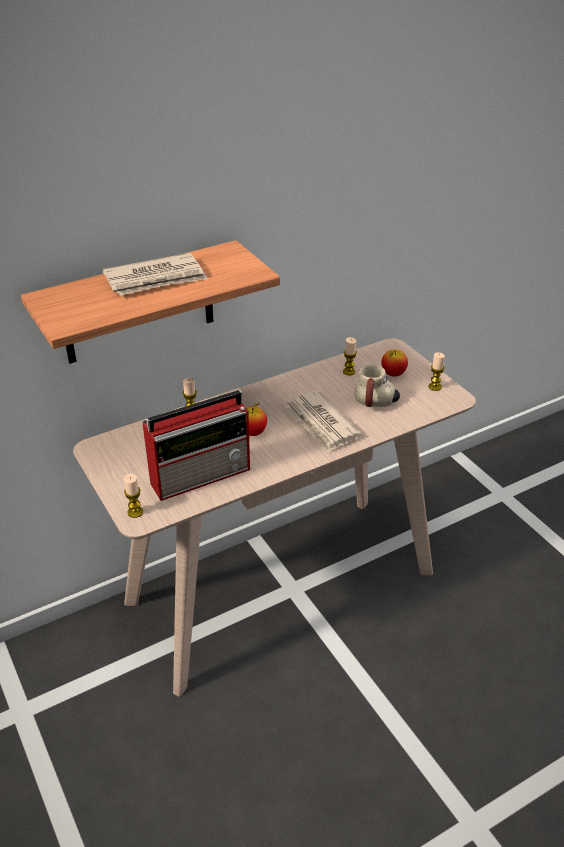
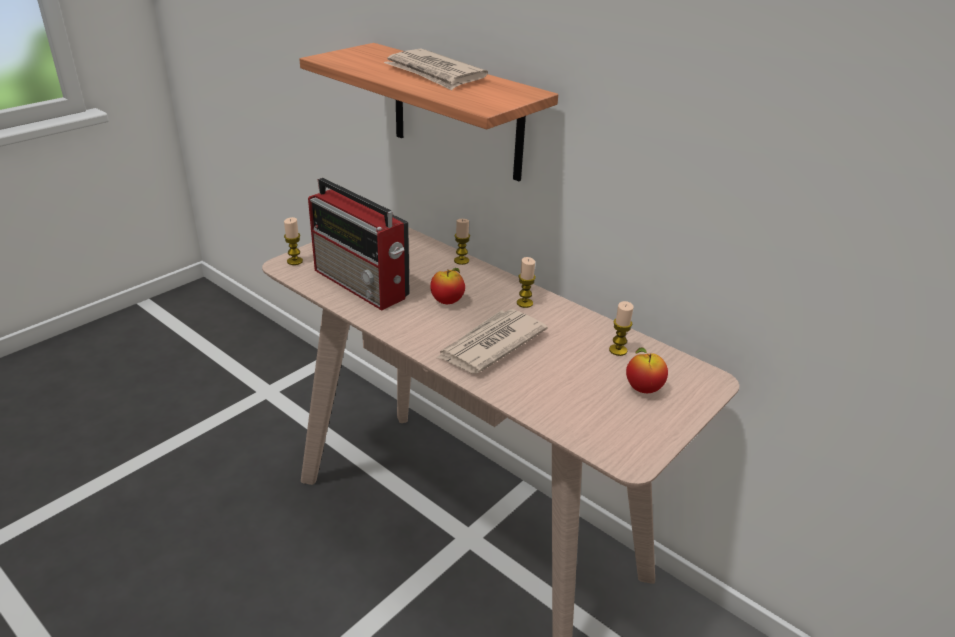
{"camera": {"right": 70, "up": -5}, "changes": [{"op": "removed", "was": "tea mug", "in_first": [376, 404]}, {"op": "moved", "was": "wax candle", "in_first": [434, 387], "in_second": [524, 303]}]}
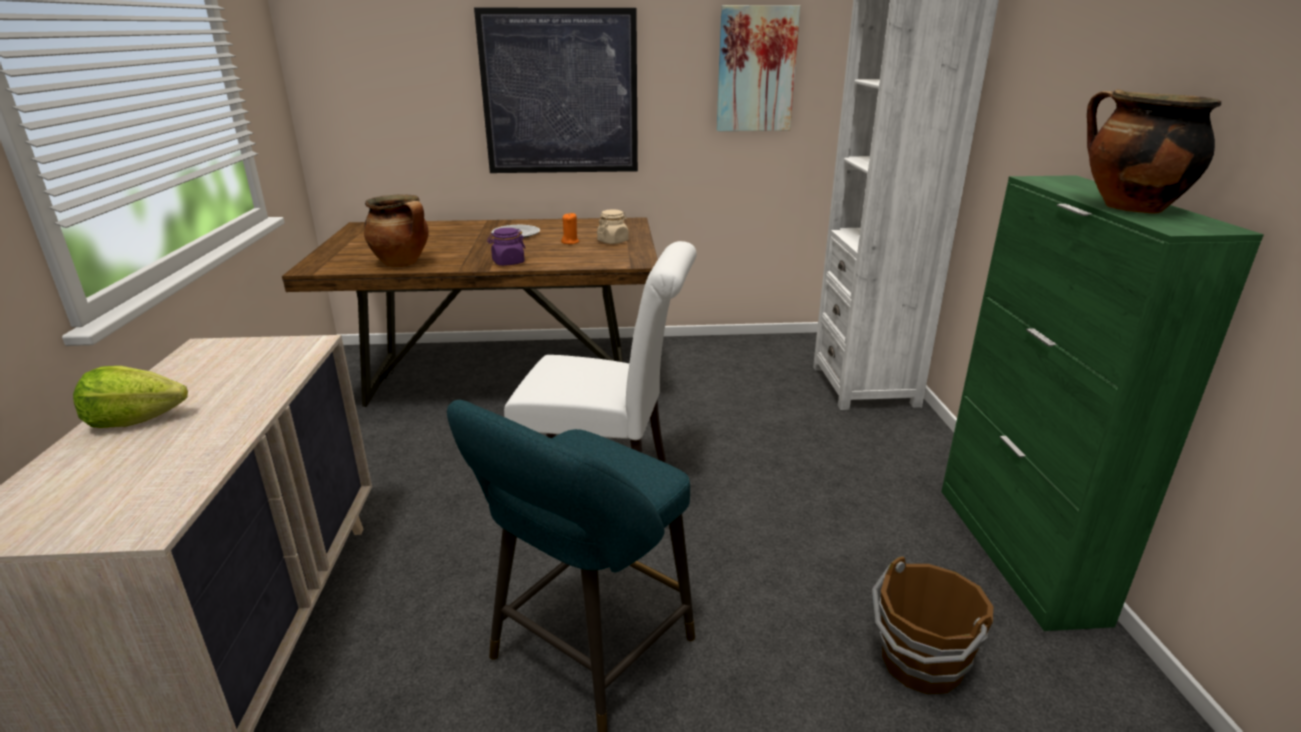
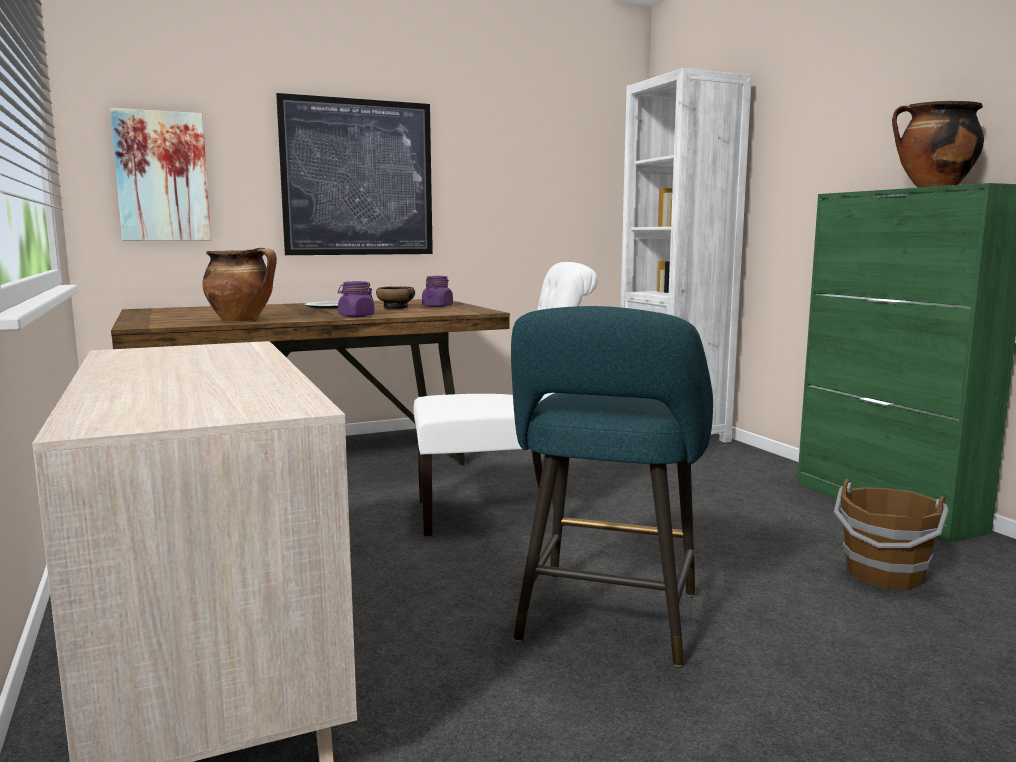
{"camera": {"right": -20, "up": -15}, "changes": [{"op": "removed", "was": "lettuce head", "in_first": [135, 420]}, {"op": "moved", "was": "wall art", "in_first": [756, 70], "in_second": [162, 176]}, {"op": "replaced", "was": "orange-coloured wax candle", "now": "deep dish", "in_first": [570, 242], "in_second": [396, 307]}, {"op": "recoloured", "was": "beige-coloured jar", "now": "purple-coloured jar", "in_first": [613, 241], "in_second": [437, 306]}]}
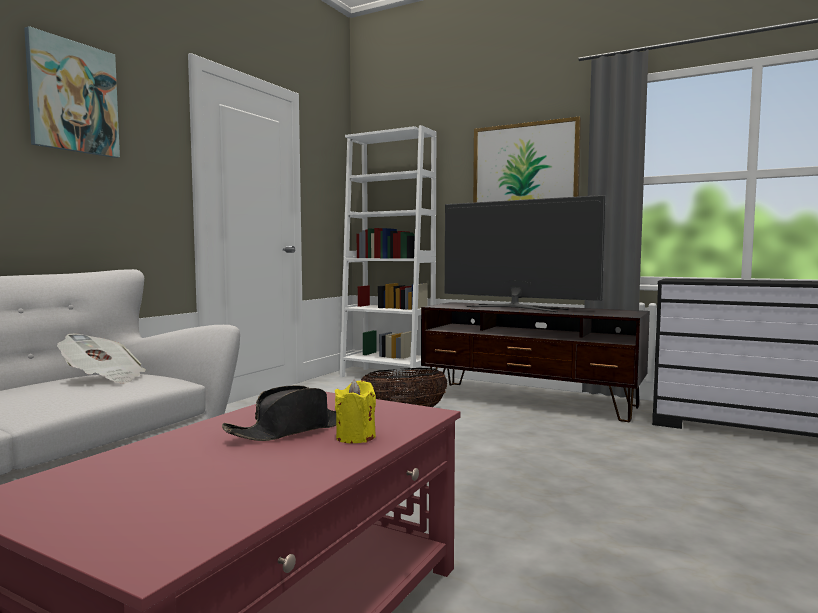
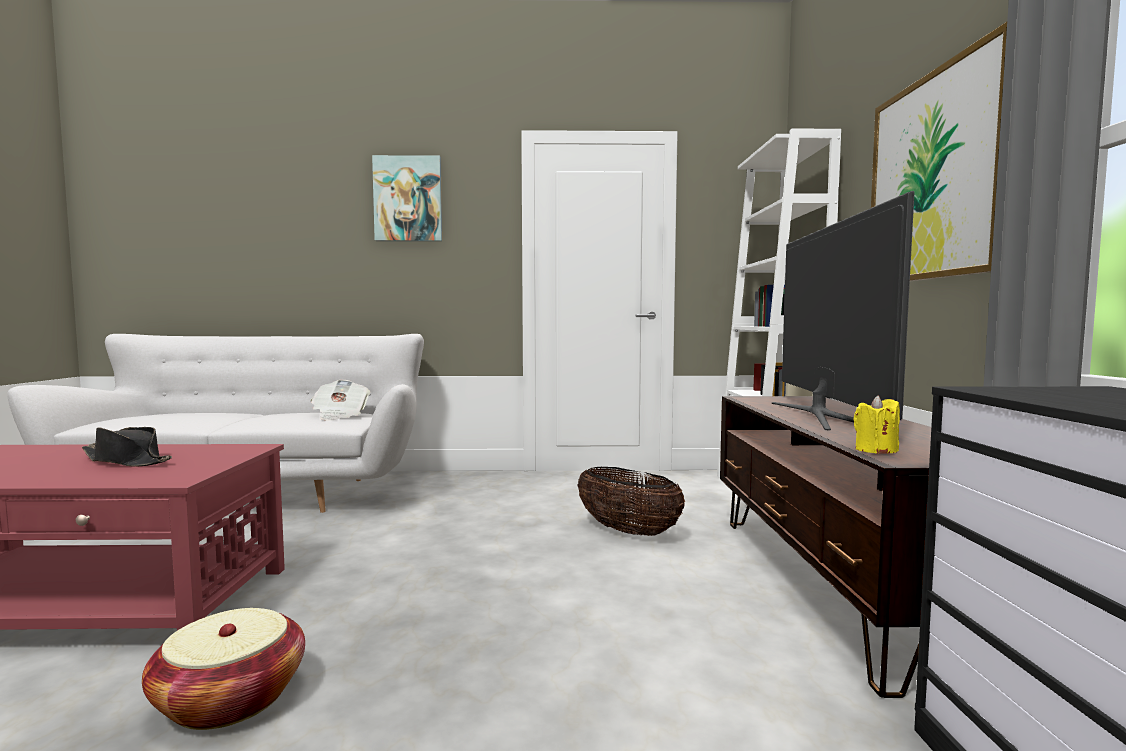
{"camera": {"right": 60, "up": 0}, "changes": [{"op": "added", "now": "household basket", "in_second": [230, 699]}, {"op": "moved", "was": "yellowish wax candle", "in_first": [355, 437], "in_second": [875, 450]}]}
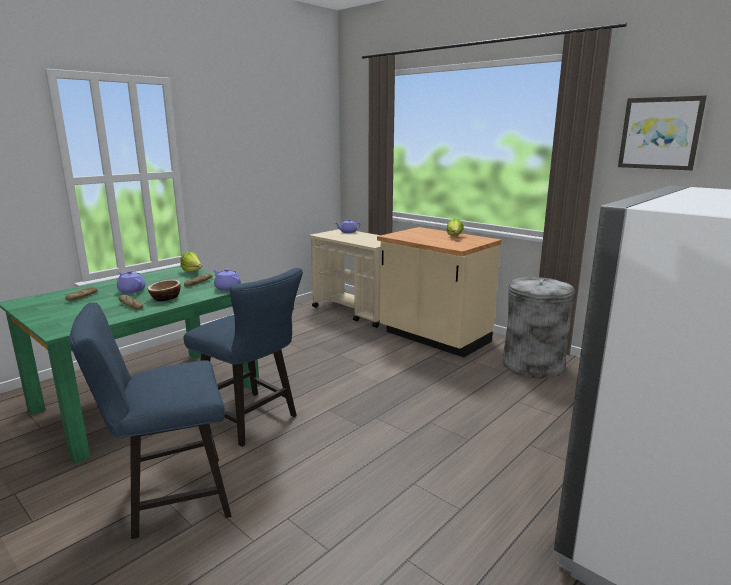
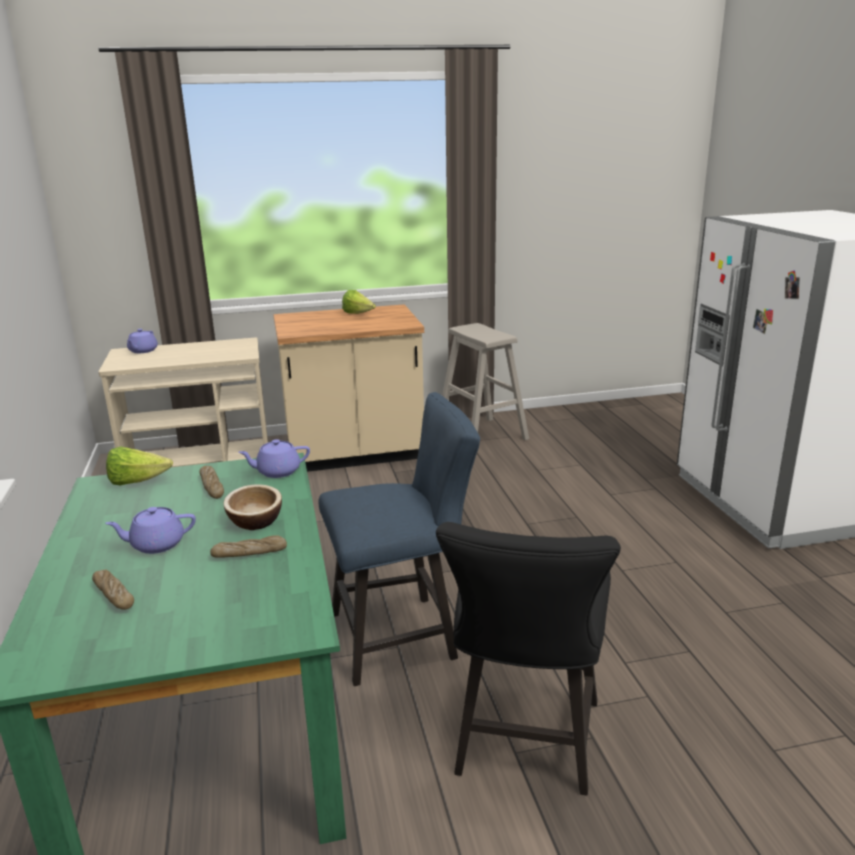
{"camera": {"right": -55, "up": 5}, "changes": [{"op": "removed", "was": "wall art", "in_first": [660, 133]}, {"op": "replaced", "was": "gray waste bin", "now": "beige-coloured sitting stool", "in_first": [532, 365], "in_second": [481, 436]}, {"op": "recoloured", "was": "blue-coloured chair", "now": "blackish chair", "in_first": [170, 499], "in_second": [524, 745]}]}
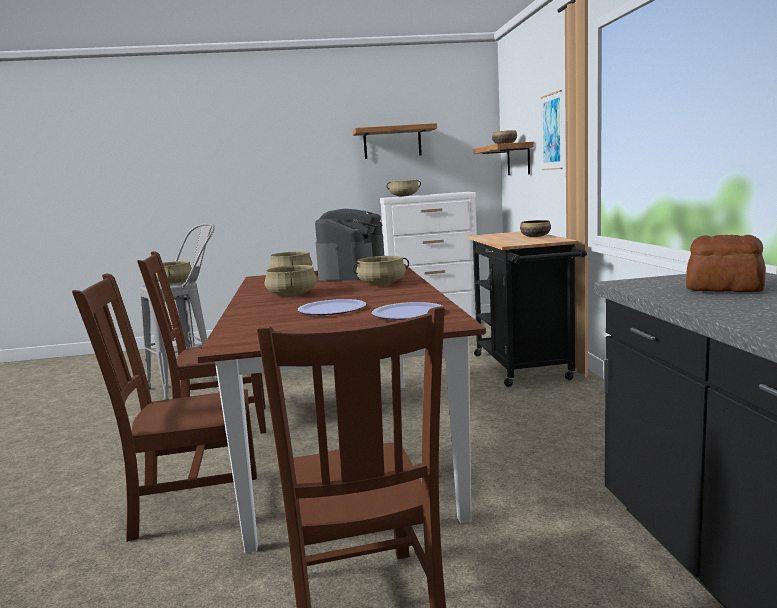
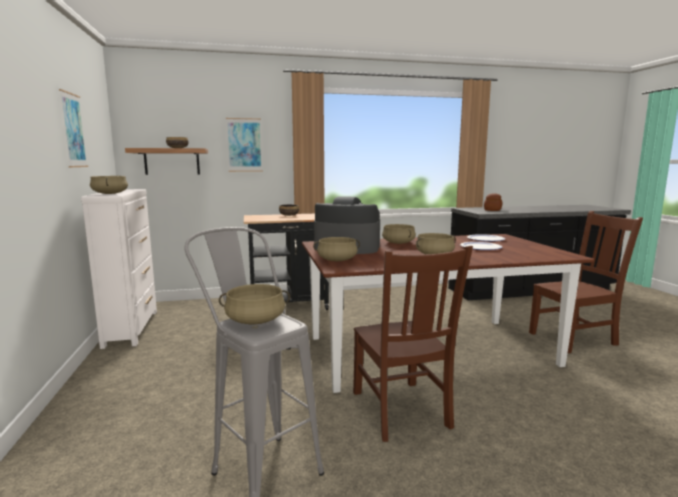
{"camera": {"right": -95, "up": 0}, "changes": [{"op": "removed", "was": "brownish chair", "in_first": [191, 506]}, {"op": "replaced", "was": "bracket shelf", "now": "wall art", "in_first": [392, 142], "in_second": [73, 130]}]}
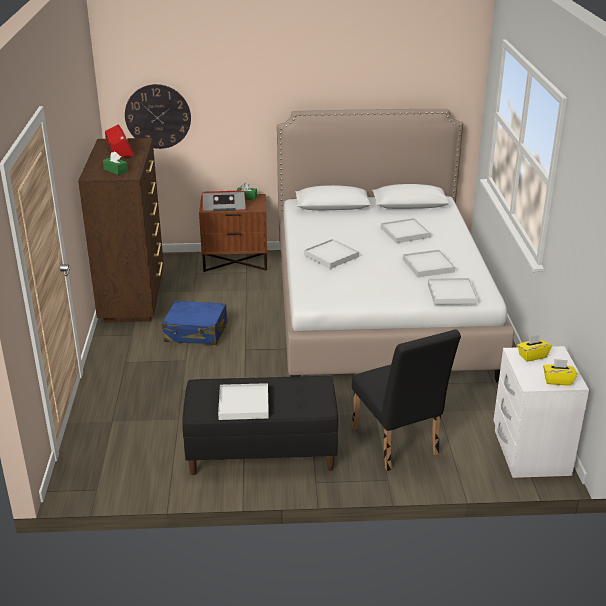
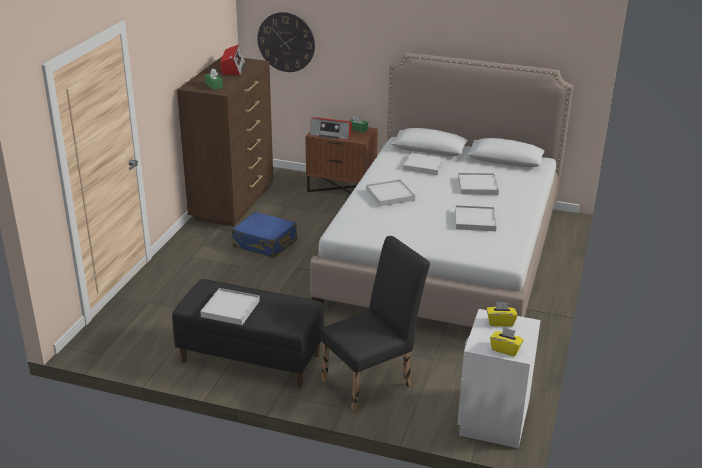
{"camera": {"right": 20, "up": 0}, "changes": [{"op": "moved", "was": "white tray", "in_first": [452, 294], "in_second": [424, 165]}, {"op": "turned", "was": "blackish chair", "in_first": [397, 445], "in_second": [372, 381], "clockwise": -120}]}
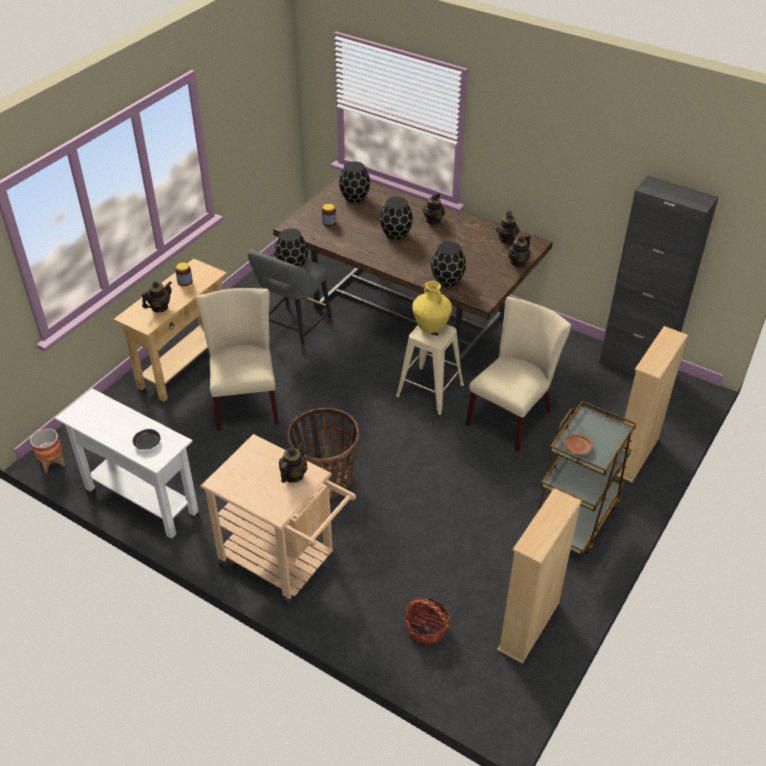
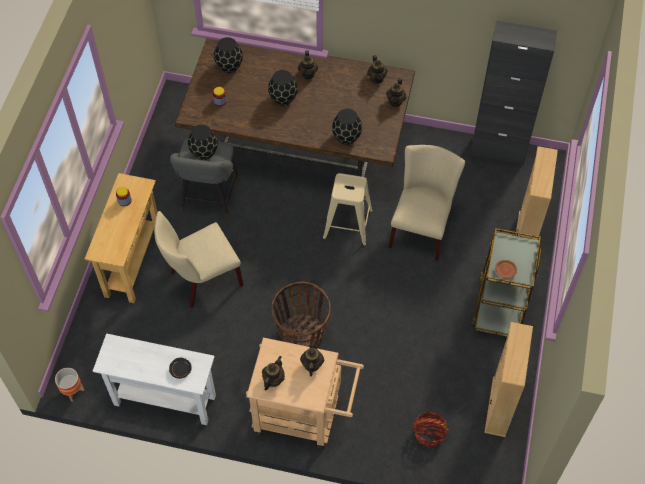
{"camera": {"right": -20, "up": 15}, "changes": [{"op": "removed", "was": "yellowish flower vase", "in_first": [431, 328]}, {"op": "moved", "was": "teapot", "in_first": [159, 307], "in_second": [273, 380]}, {"op": "turned", "was": "beige-coloured chair", "in_first": [245, 400], "in_second": [202, 280], "clockwise": -90}]}
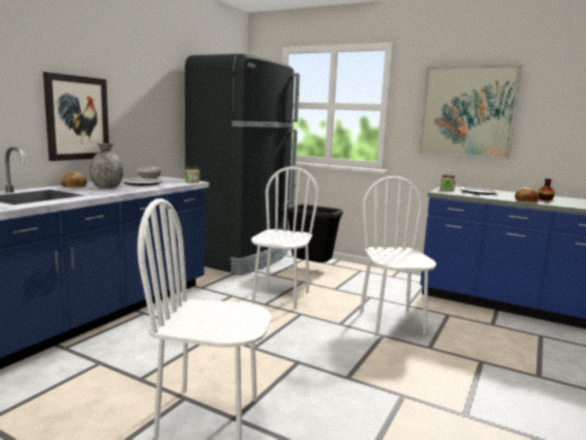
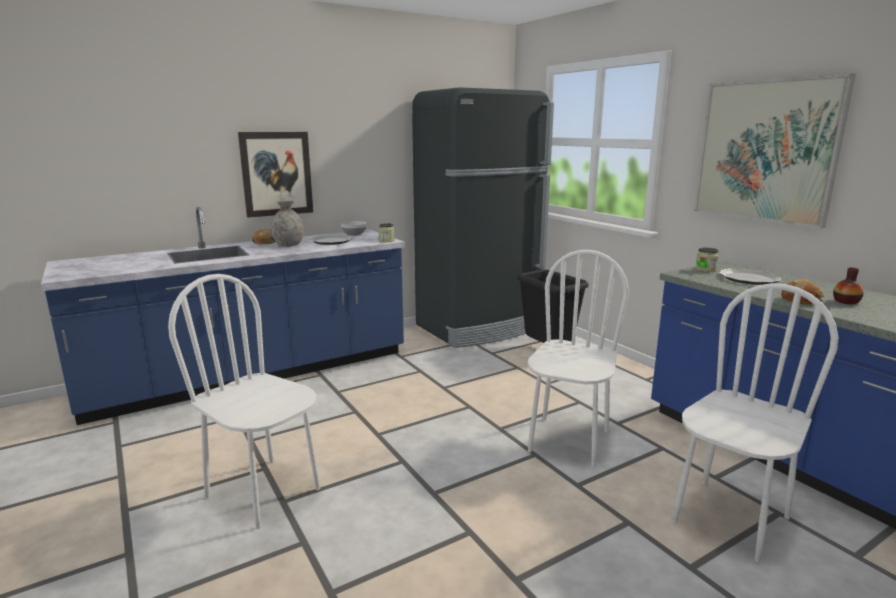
{"camera": {"right": 30, "up": 5}, "changes": [{"op": "moved", "was": "white chair", "in_first": [280, 297], "in_second": [729, 519]}]}
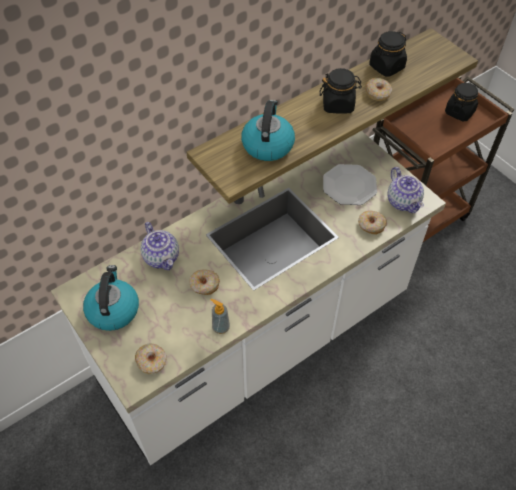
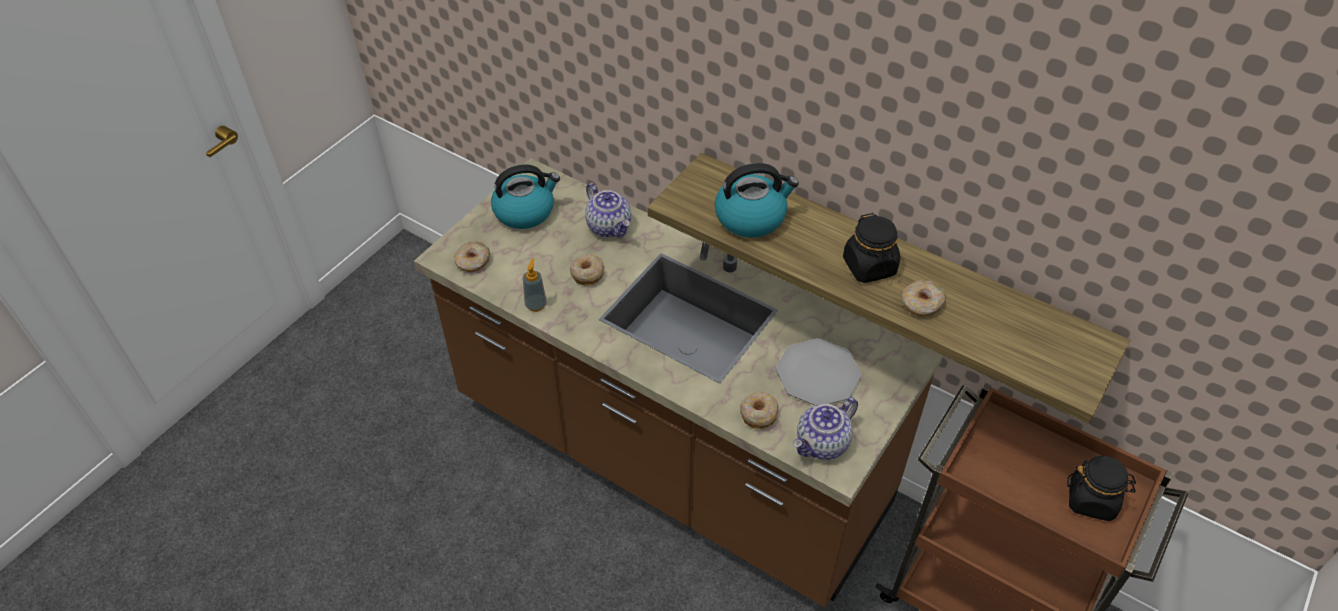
{"camera": {"right": 70, "up": -5}, "changes": [{"op": "removed", "was": "blackish jar", "in_first": [386, 67]}, {"op": "recoloured", "was": "white kitchen counter", "now": "brownish kitchen counter", "in_first": [258, 341], "in_second": [669, 456]}, {"op": "turned", "was": "teapot", "in_first": [162, 257], "in_second": [609, 226], "clockwise": -75}]}
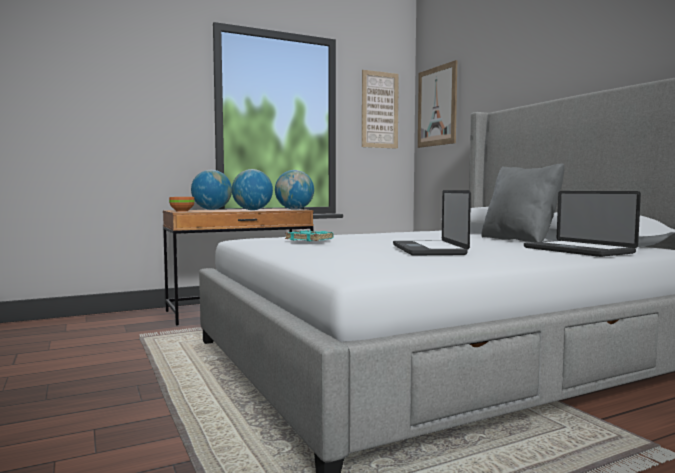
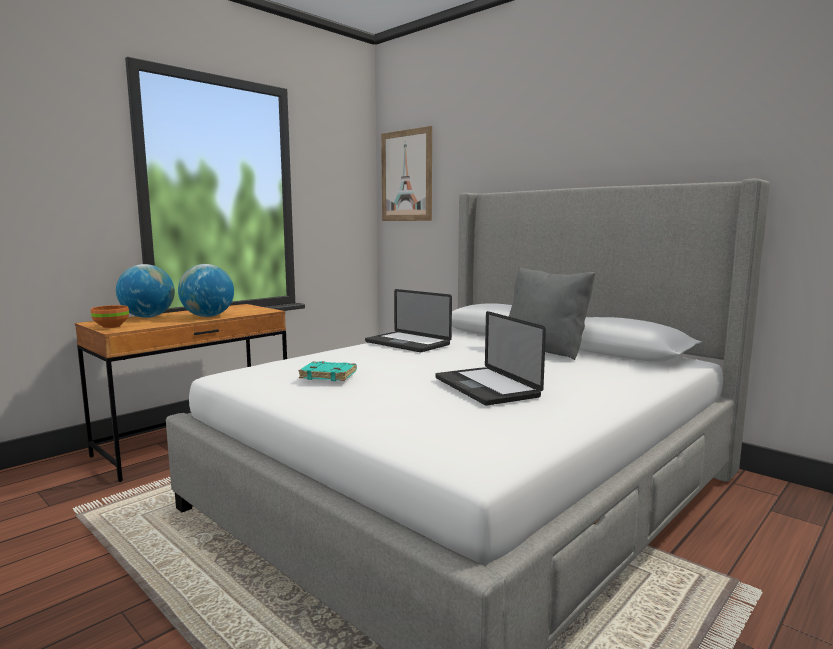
{"camera": {"right": -20, "up": 5}, "changes": [{"op": "removed", "was": "desk globe", "in_first": [294, 209]}, {"op": "removed", "was": "wall art", "in_first": [379, 110]}, {"op": "moved", "was": "portable computer", "in_first": [577, 250], "in_second": [407, 343]}]}
